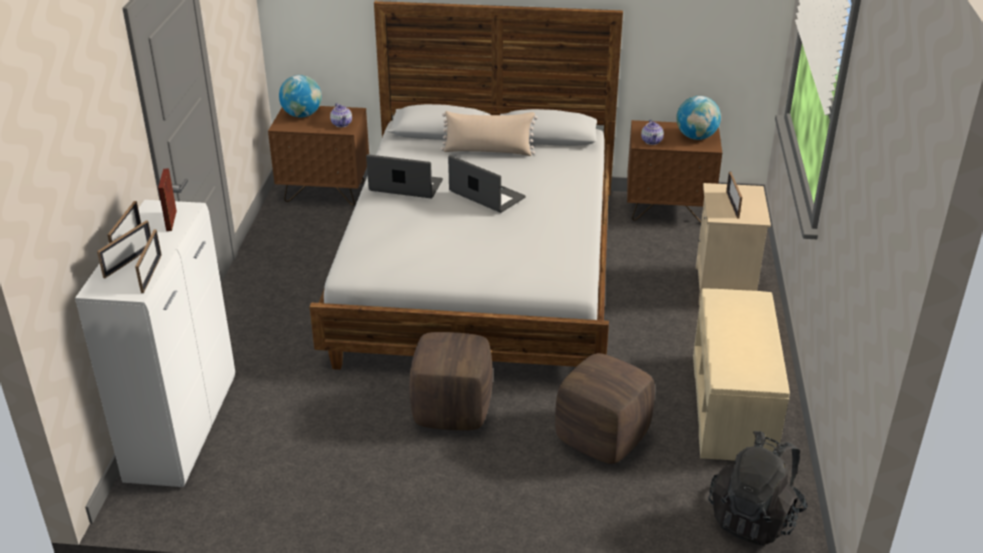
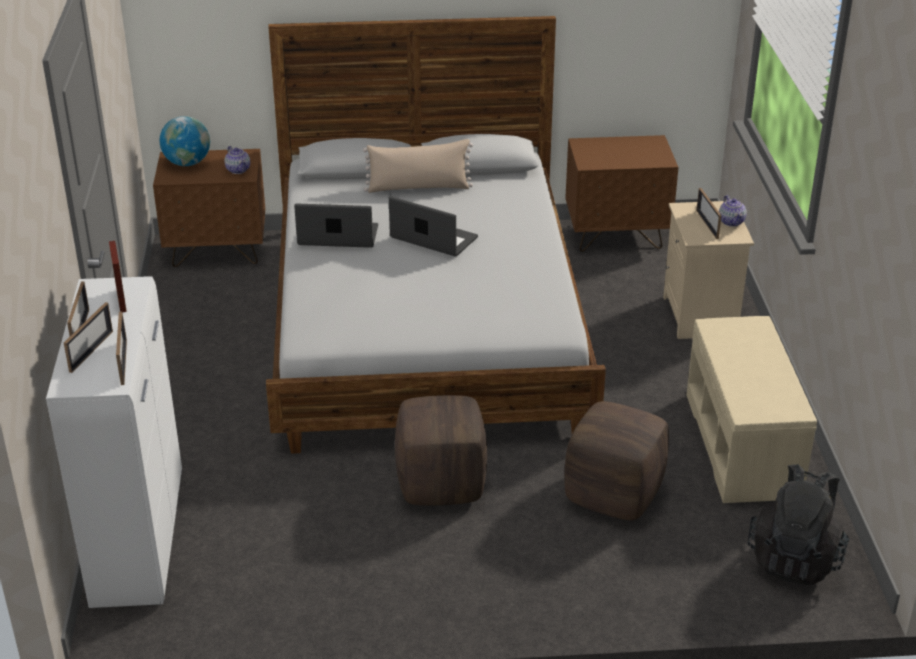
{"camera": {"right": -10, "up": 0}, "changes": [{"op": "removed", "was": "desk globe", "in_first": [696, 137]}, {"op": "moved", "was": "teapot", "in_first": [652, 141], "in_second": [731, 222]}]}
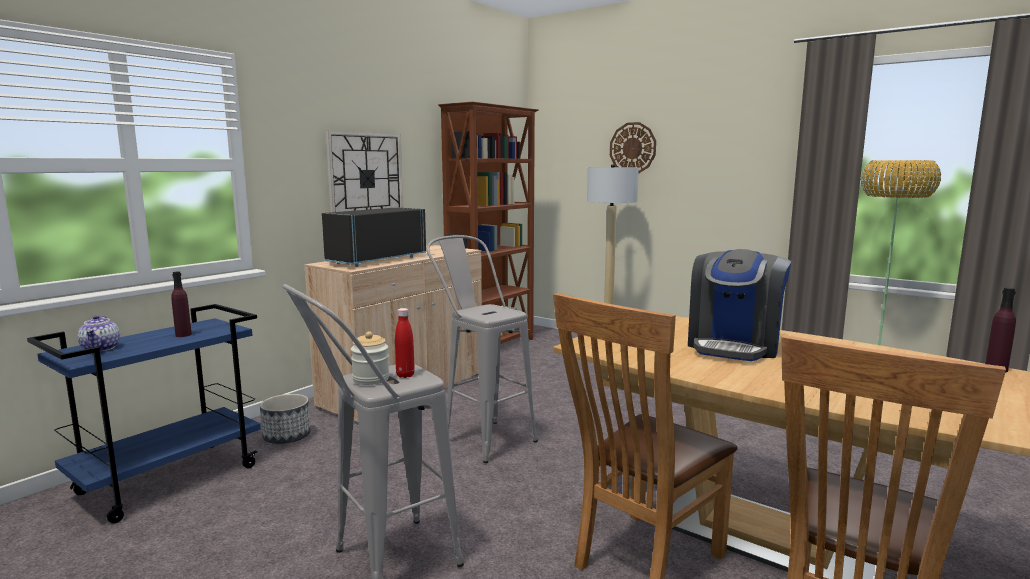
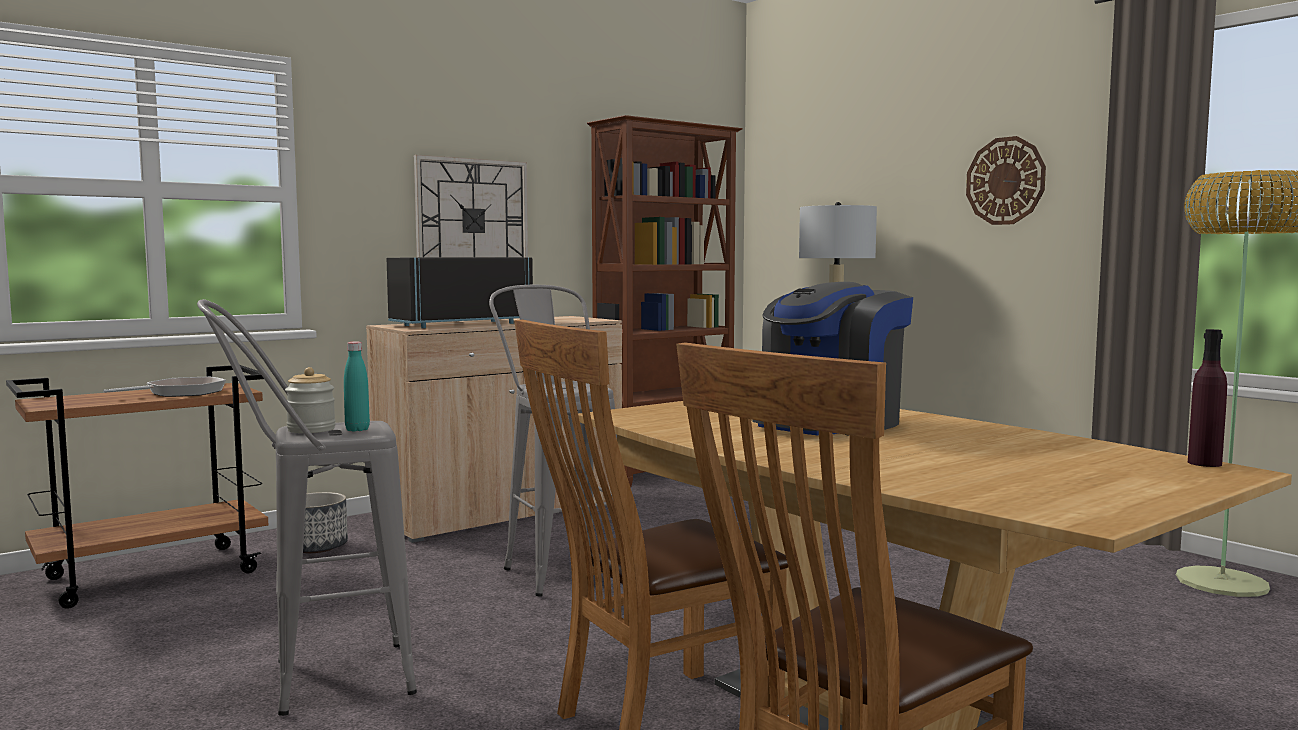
{"camera": {"right": 15, "up": -5}, "changes": [{"op": "removed", "was": "teapot", "in_first": [101, 348]}, {"op": "moved", "was": "clock on the wall", "in_first": [632, 148], "in_second": [1005, 181]}, {"op": "replaced", "was": "purple-coloured drink bottle", "now": "skillet", "in_first": [183, 335], "in_second": [180, 393]}, {"op": "recoloured", "was": "blue-coloured wheeled cart", "now": "brownish wheeled cart", "in_first": [170, 479], "in_second": [154, 575]}, {"op": "recoloured", "was": "red-coloured drink bottle", "now": "blue-green drink bottle", "in_first": [405, 375], "in_second": [357, 429]}]}
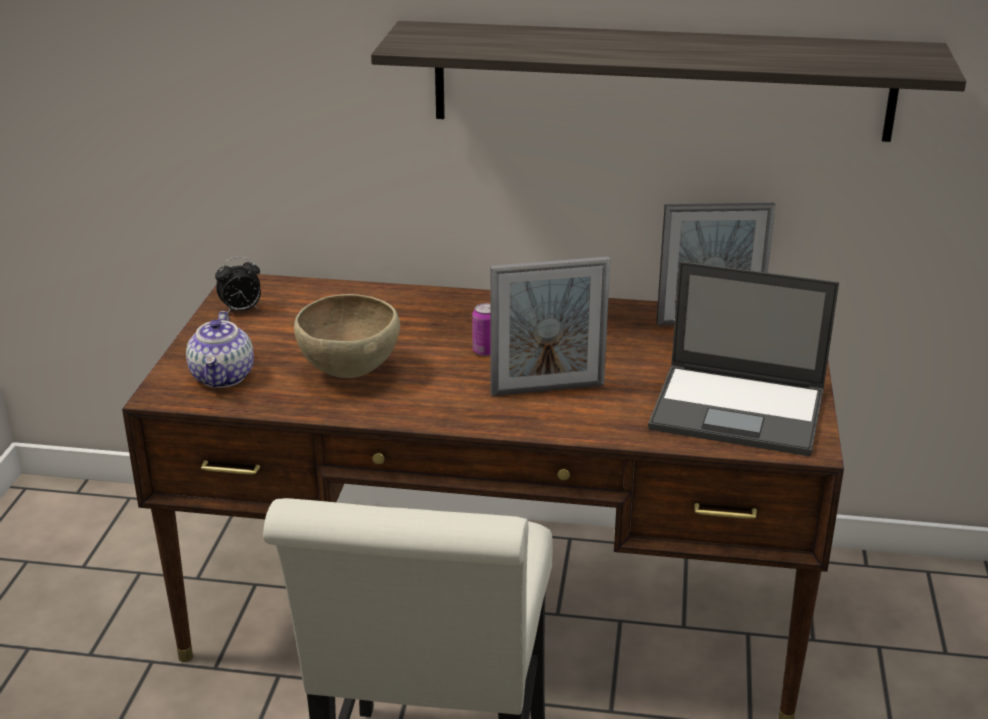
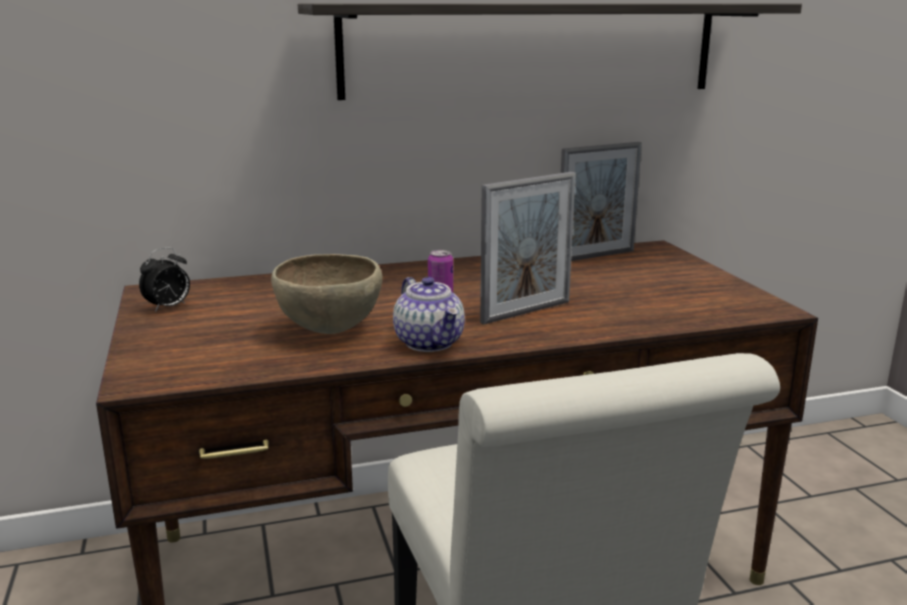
{"camera": {"right": -25, "up": -10}, "changes": [{"op": "removed", "was": "portable computer", "in_first": [740, 410]}, {"op": "moved", "was": "teapot", "in_first": [223, 377], "in_second": [430, 343]}]}
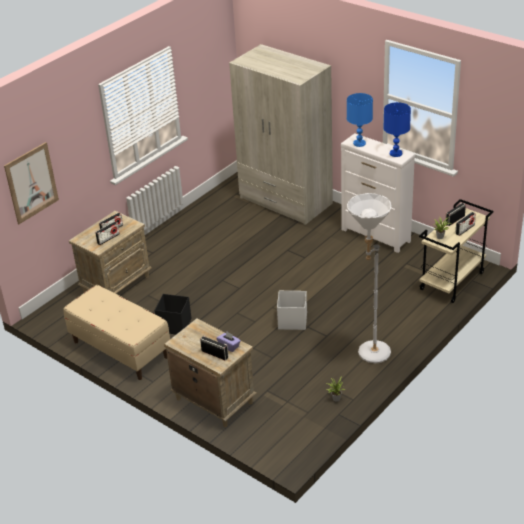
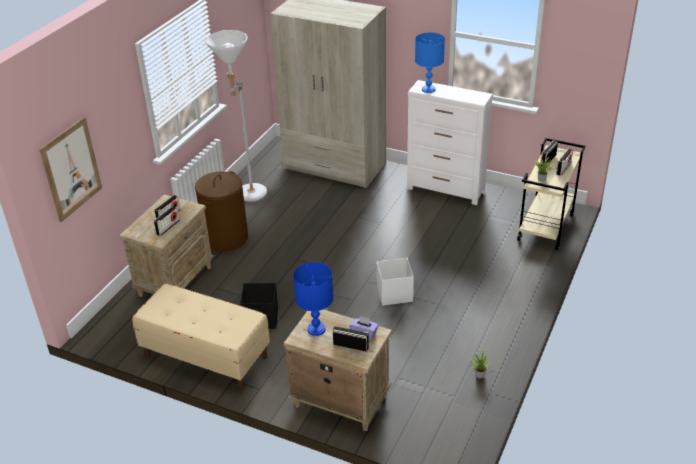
{"camera": {"right": -15, "up": 0}, "changes": [{"op": "added", "now": "brownish hamper", "in_second": [226, 238]}, {"op": "moved", "was": "white floor lamp", "in_first": [369, 356], "in_second": [247, 196]}, {"op": "moved", "was": "blue-coloured table lamp", "in_first": [395, 153], "in_second": [316, 329]}]}
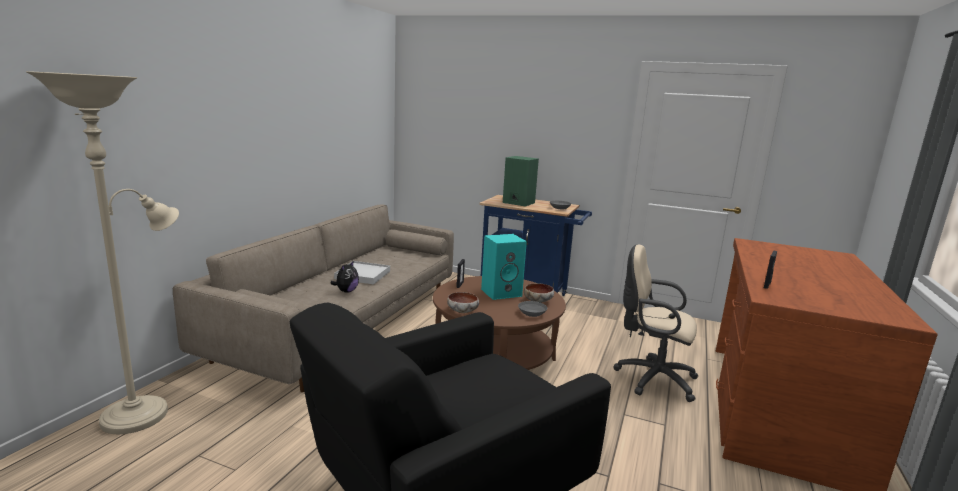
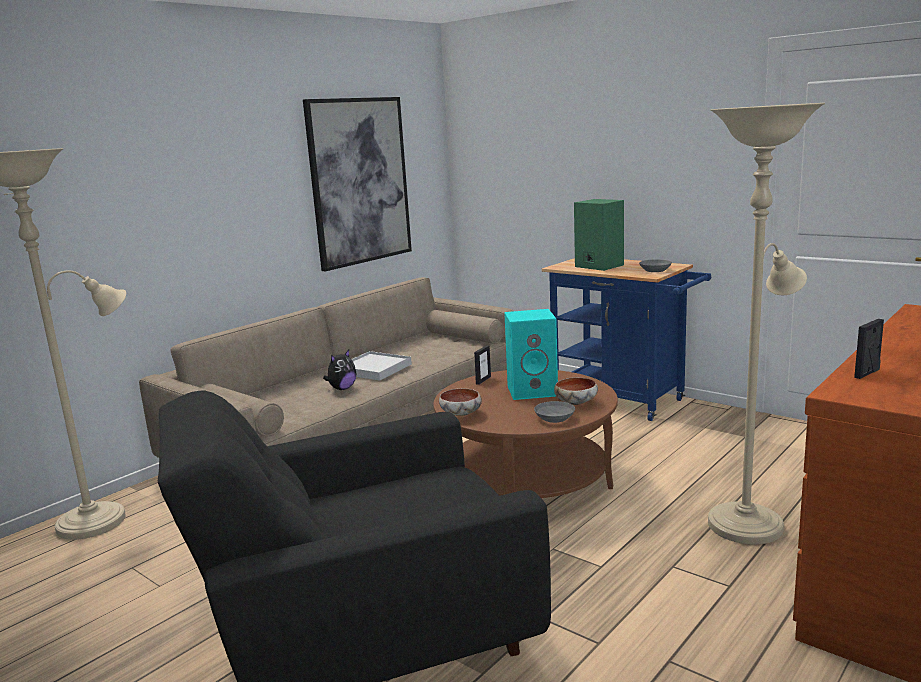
{"camera": {"right": 20, "up": 0}, "changes": [{"op": "added", "now": "wall art", "in_second": [359, 181]}, {"op": "replaced", "was": "beige-coloured office chair", "now": "beige-coloured floor lamp", "in_first": [651, 378], "in_second": [749, 521]}]}
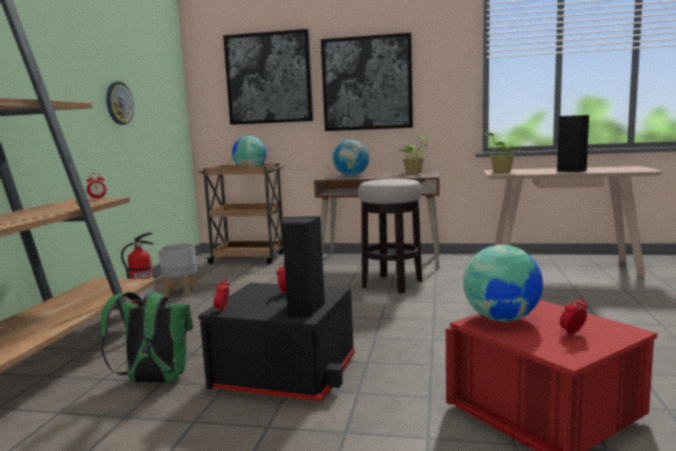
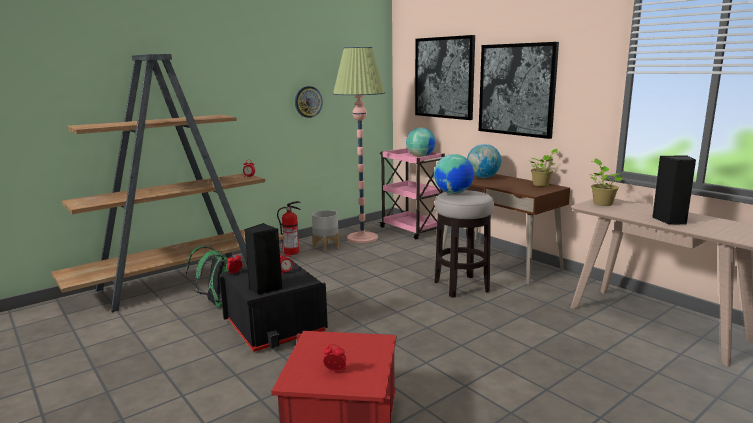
{"camera": {"right": 40, "up": 5}, "changes": [{"op": "added", "now": "floor lamp", "in_second": [362, 237]}, {"op": "moved", "was": "desk globe", "in_first": [502, 318], "in_second": [453, 193]}, {"op": "recoloured", "was": "brownish wheeled cart", "now": "pink-coloured wheeled cart", "in_first": [249, 259], "in_second": [412, 230]}]}
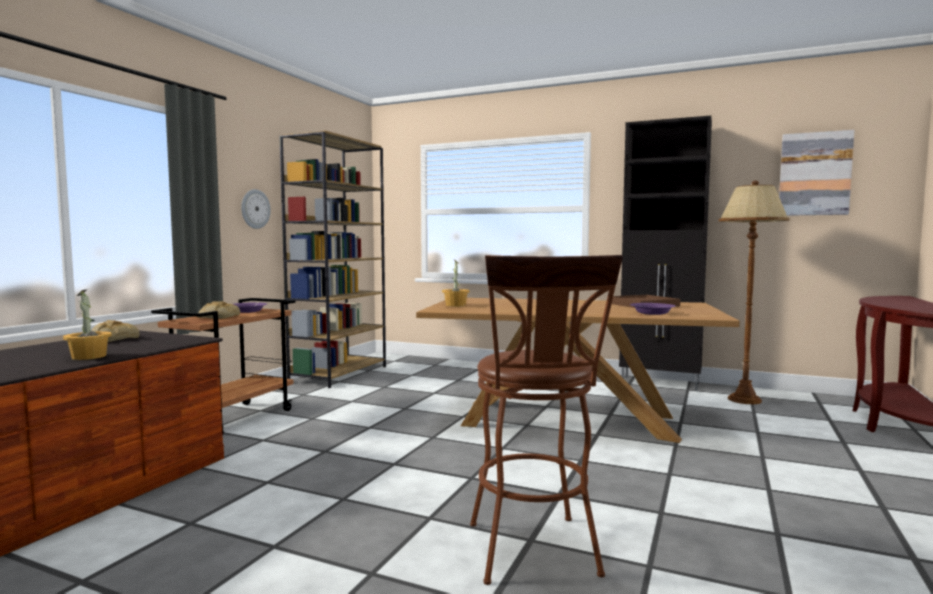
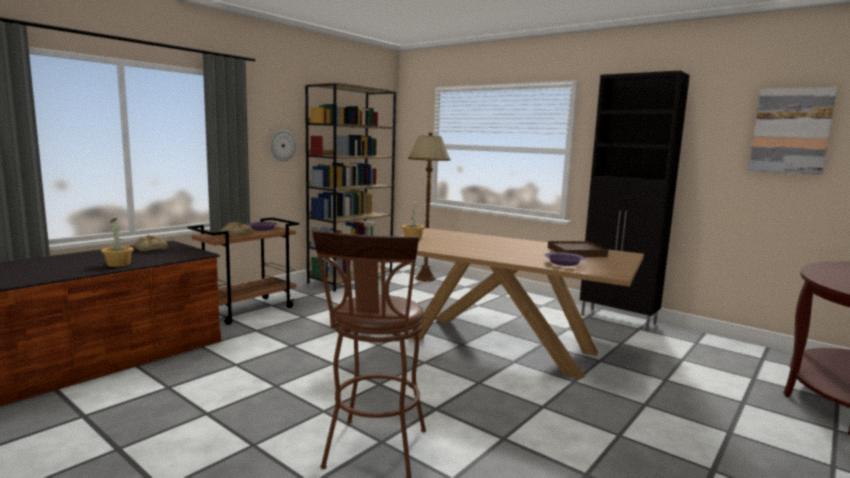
{"camera": {"right": 15, "up": 5}, "changes": [{"op": "moved", "was": "brownish floor lamp", "in_first": [744, 400], "in_second": [425, 278]}]}
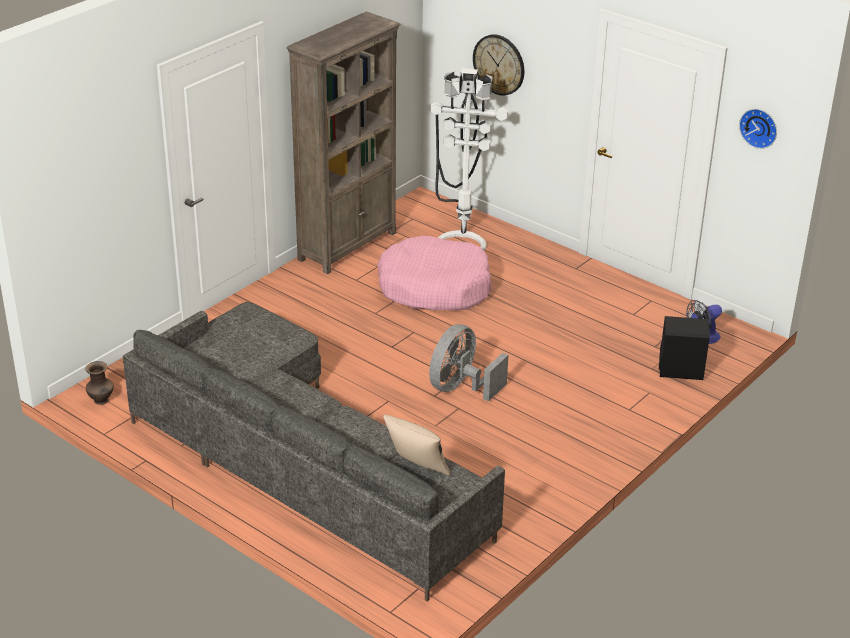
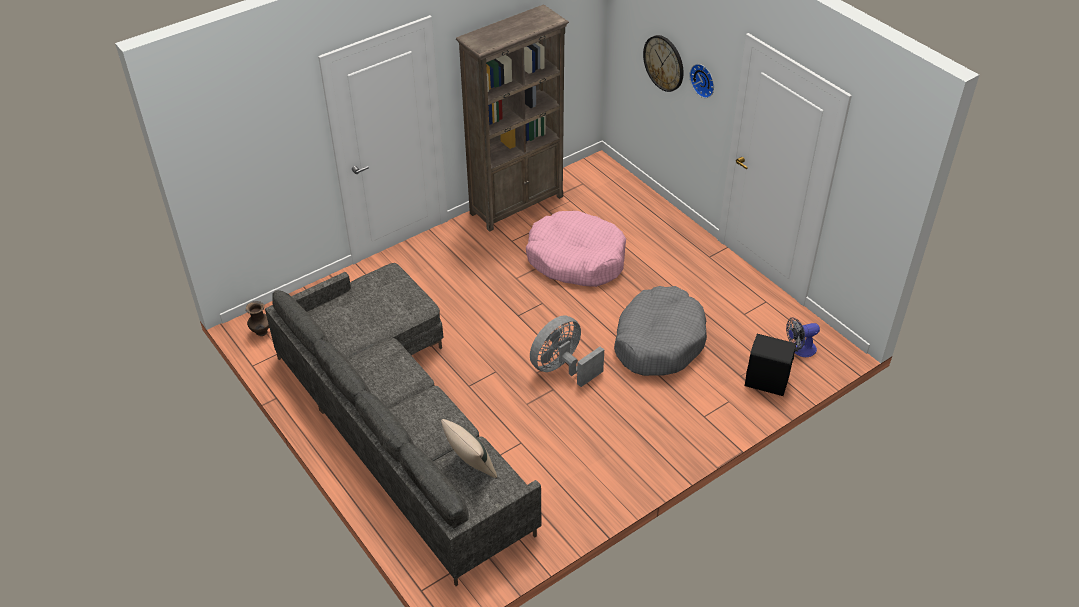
{"camera": {"right": 15, "up": 10}, "changes": [{"op": "removed", "was": "white floor lamp", "in_first": [462, 237]}, {"op": "added", "now": "gray pet bed", "in_second": [658, 341]}, {"op": "moved", "was": "clock on the wall", "in_first": [759, 127], "in_second": [704, 80]}]}
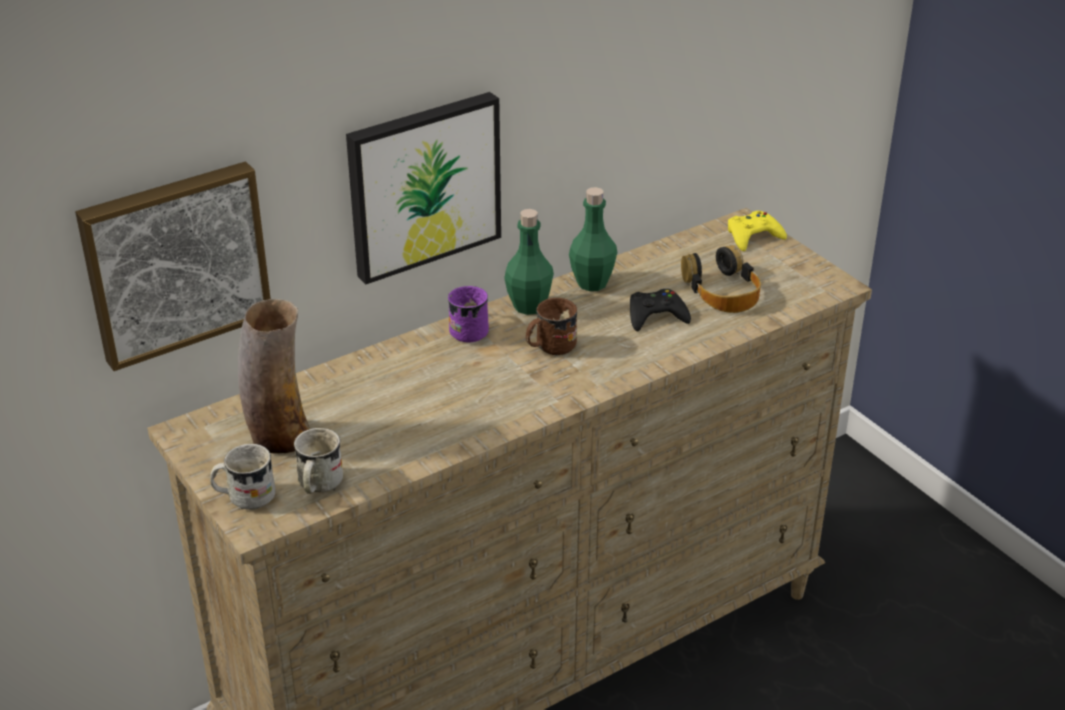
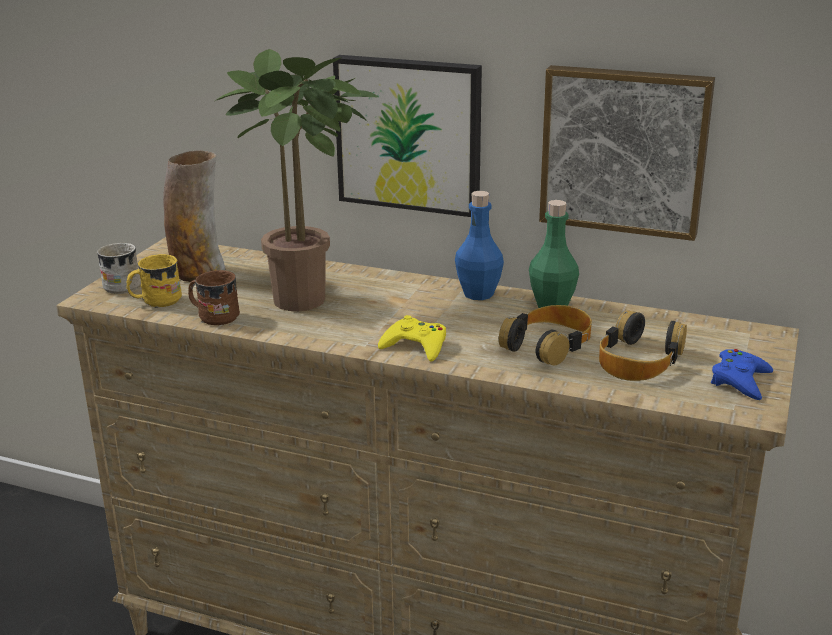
{"camera": {"right": 55, "up": -10}, "changes": [{"op": "removed", "was": "purple-coloured tea mug", "in_first": [469, 328]}, {"op": "added", "now": "houseplant", "in_second": [309, 301]}, {"op": "added", "now": "blue-coloured gamepad", "in_second": [740, 381]}, {"op": "moved", "was": "wall art", "in_first": [175, 261], "in_second": [624, 150]}, {"op": "moved", "was": "brownish tea mug", "in_first": [549, 347], "in_second": [214, 316]}, {"op": "moved", "was": "yellowish gamepad", "in_first": [753, 236], "in_second": [416, 346]}, {"op": "replaced", "was": "blackish gamepad", "now": "headset", "in_first": [656, 316], "in_second": [548, 344]}, {"op": "recoloured", "was": "white tea mug", "now": "yellowish tea mug", "in_first": [317, 485], "in_second": [155, 301]}, {"op": "recoloured", "was": "greenish drink bottle", "now": "blue-coloured drink bottle", "in_first": [529, 306], "in_second": [478, 294]}]}
